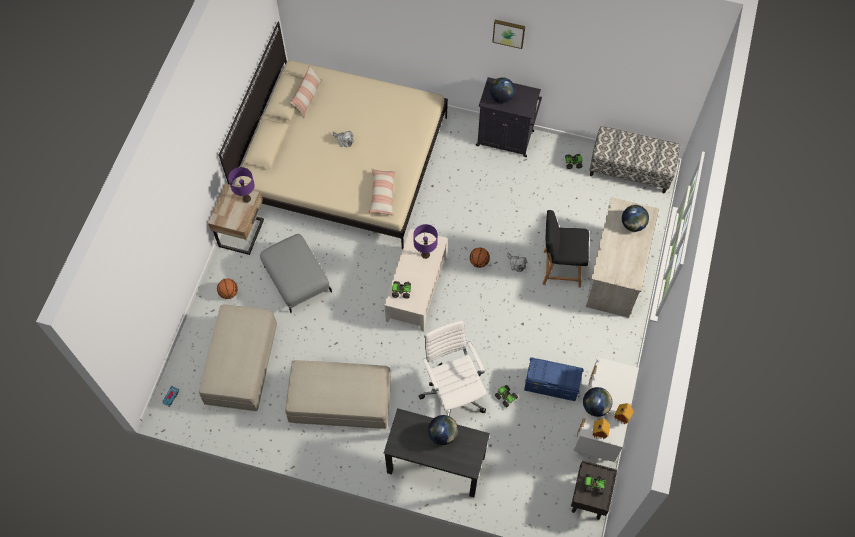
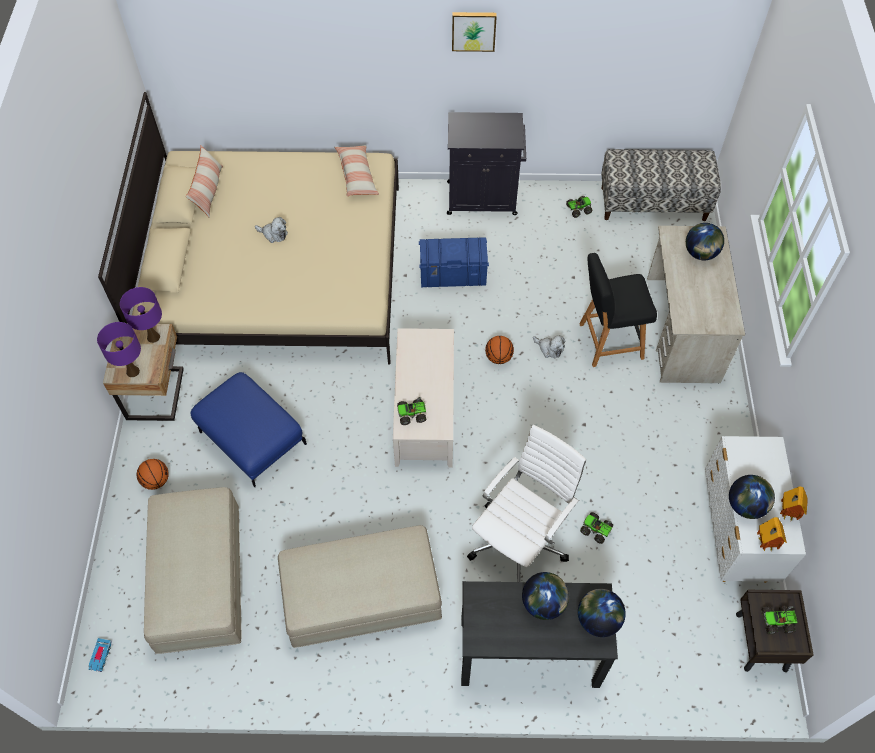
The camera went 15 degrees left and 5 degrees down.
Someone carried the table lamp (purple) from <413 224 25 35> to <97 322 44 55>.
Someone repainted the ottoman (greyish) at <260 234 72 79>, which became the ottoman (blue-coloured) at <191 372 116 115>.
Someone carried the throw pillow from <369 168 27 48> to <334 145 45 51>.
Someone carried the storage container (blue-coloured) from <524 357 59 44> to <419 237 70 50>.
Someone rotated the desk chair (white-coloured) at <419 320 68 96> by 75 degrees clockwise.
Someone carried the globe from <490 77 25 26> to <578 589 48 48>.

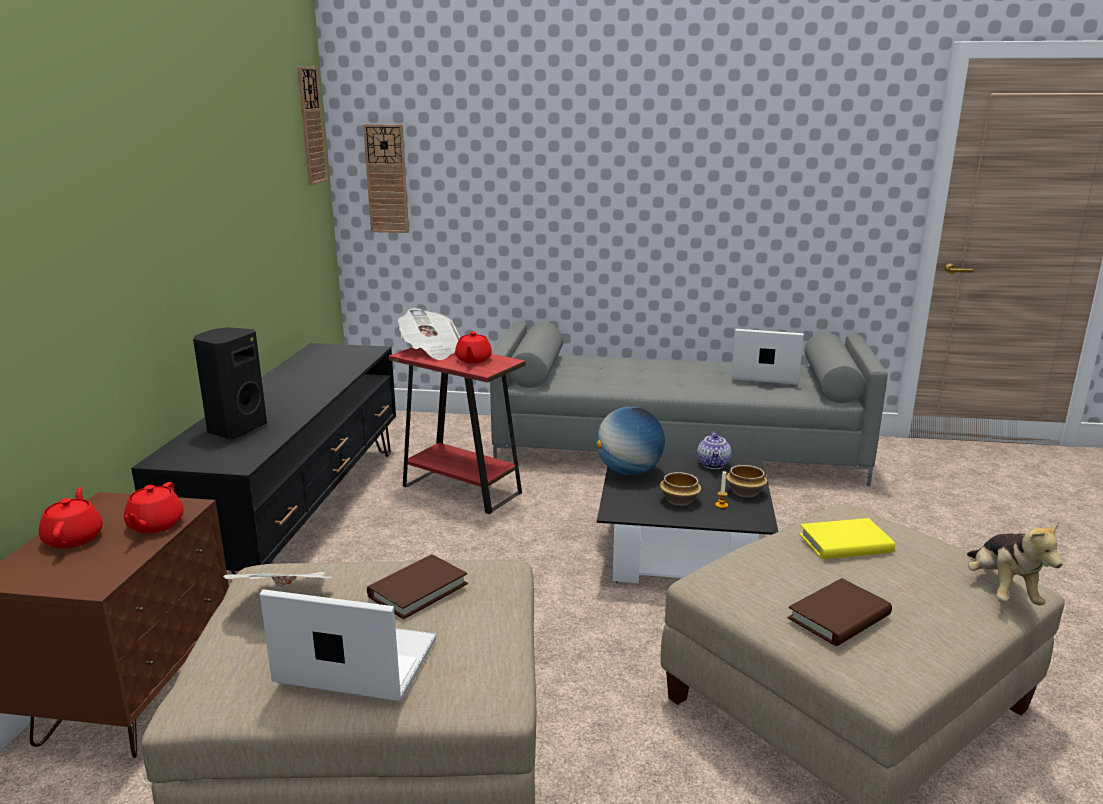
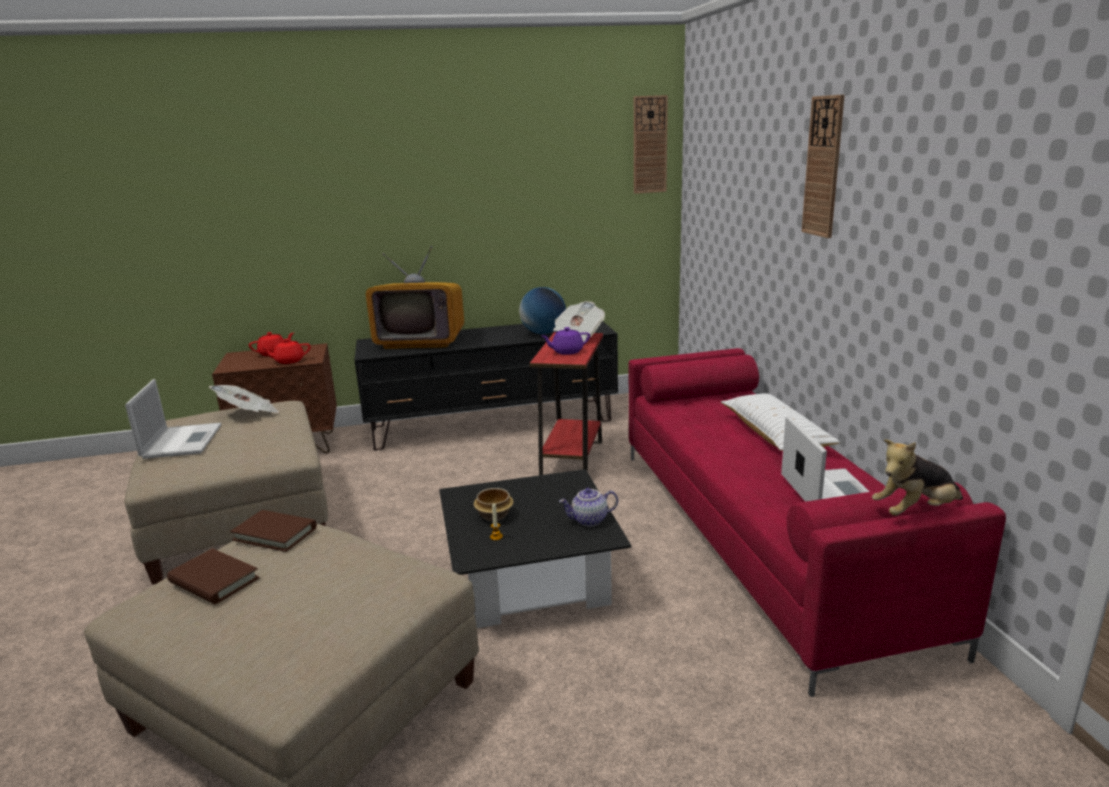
The camera went 70 degrees right and 0 degrees up.
Someone carried the bound book (brownish) from <367 554 101 65> to <230 510 87 42>.
Someone swapped the audio speaker (black) at <193 327 74 112> for the television at <366 246 98 103>.
Someone carried the globe from <596 406 69 69> to <519 287 47 47>.
Someone repainted the teapot (reddish) at <455 332 37 31>, which became the teapot (purple) at <542 327 48 28>.
Someone repainted the couch (greyish) at <490 321 398 166>, which became the couch (reddish) at <629 348 377 349>.
Someone put down the throw pillow (white-coloured) at <721 393 119 58>.
Someone carried the clock on the wall from <363 124 46 109> to <802 95 43 143>.
Someone carried the cuddly toy from <967 522 96 84> to <872 439 91 77>.
Someone took away the bowl at <726 465 41 32>.
Someone took away the bound book (yellowish) at <799 518 96 41>.

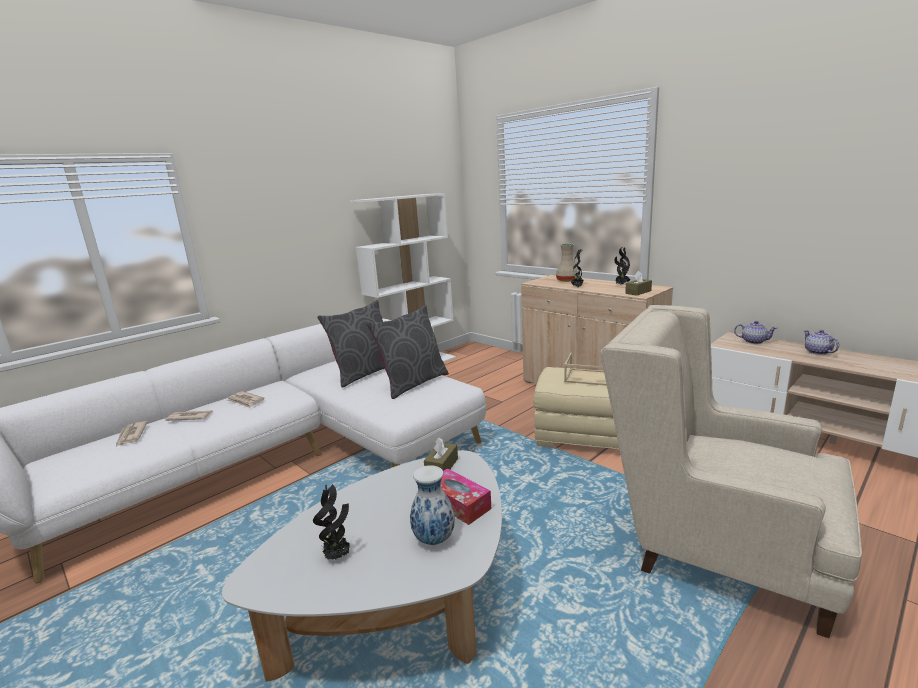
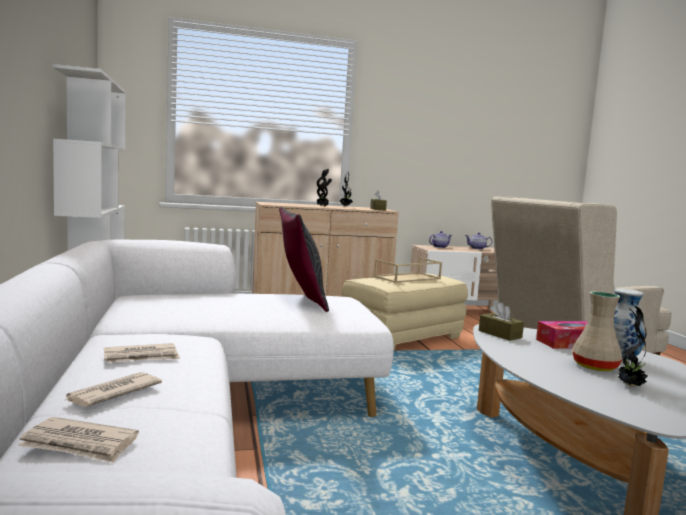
The camera went 60 degrees left and 10 degrees down.
Someone carried the flower vase (sand-coloured) from <556 244 22 38> to <572 291 50 80>.
Someone took away the throw pillow (greyish) at <317 300 68 88>.

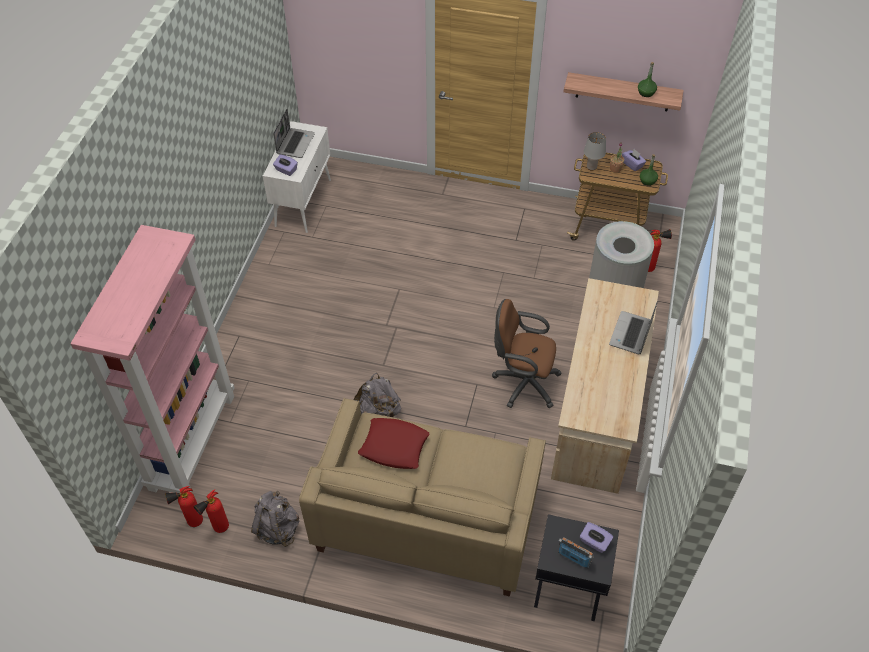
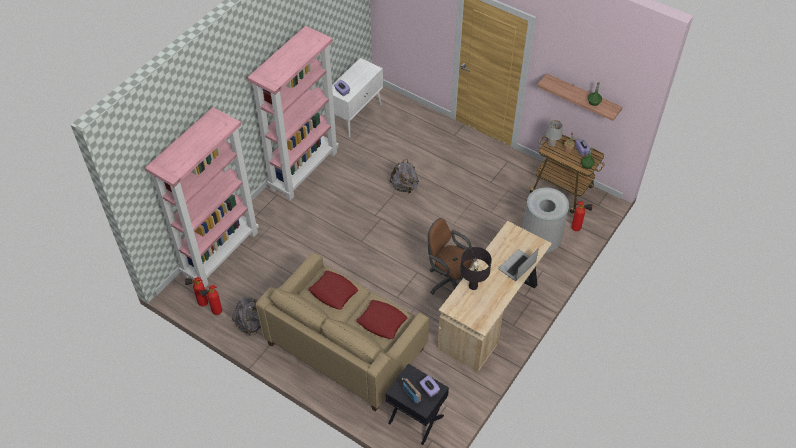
The camera went 20 degrees right and 0 degrees up.
Someone put down the shelving unit (pink-coloured) at <247 26 91 175>.
Someone put down the throw pillow (reddish) at <356 300 51 39>.
Someone carried the backpack (greyish) from <354 373 47 44> to <389 159 30 34>.
Someone put down the table lamp (black) at <460 247 32 43>.
Someone took away the notebook computer at <273 109 42 49>.

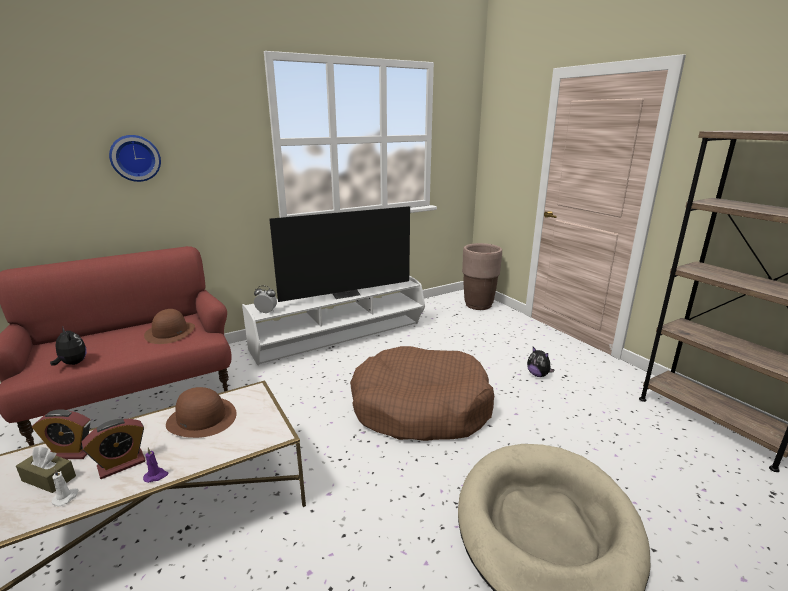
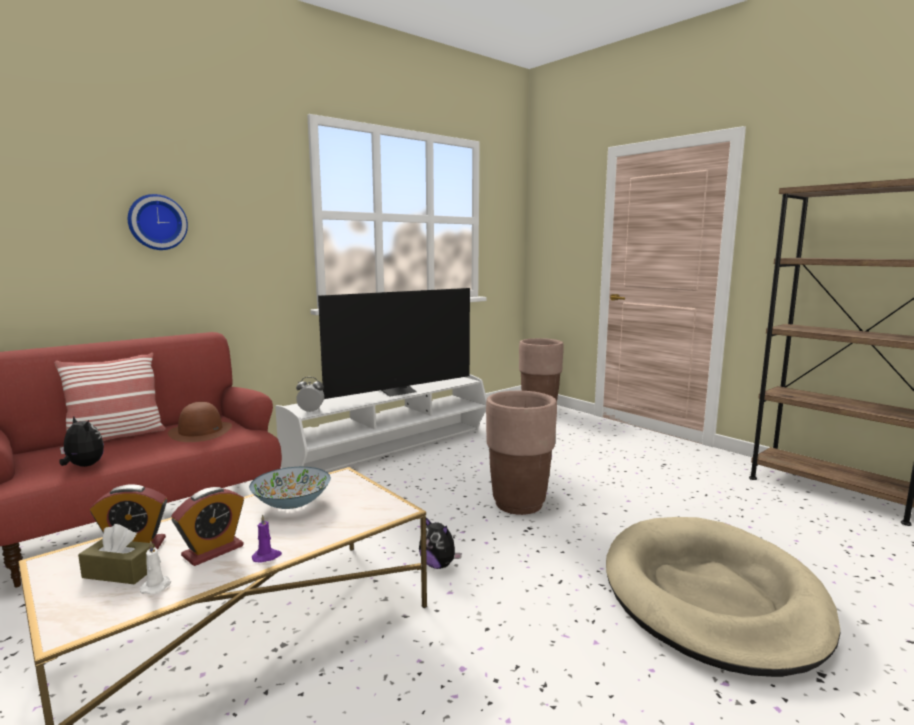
The camera went 10 degrees left and 10 degrees down.
Someone put down the throw pillow at <55 353 111 88>.
Someone swapped the wearable hat (brownish) at <166 387 70 51> for the bowl at <249 467 82 42>.
Someone carried the cuddly toy from <527 347 28 30> to <419 518 43 51>.
Someone swapped the dog cushion (brownish) at <350 346 144 95> for the flower pot (brownish) at <486 391 71 124>.

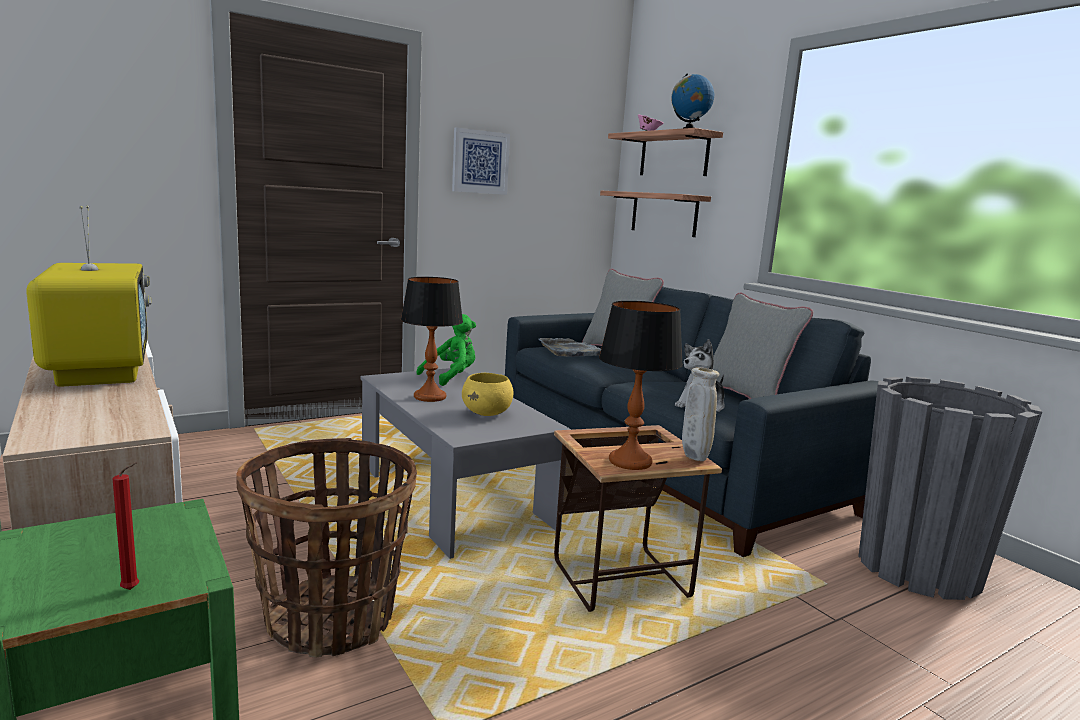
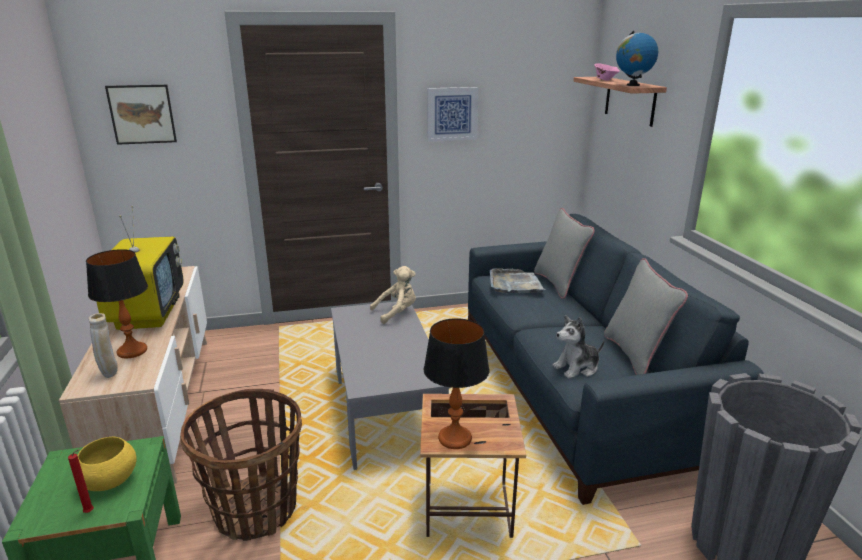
The camera went 20 degrees right and 10 degrees up.
Someone carried the bowl (yellowish) from <462 373 52 43> to <77 436 60 55>.
Someone carried the table lamp from <401 277 62 125> to <86 249 62 109>.
Someone carried the flower vase (sand-coloured) from <682 367 37 94> to <89 313 29 65>.
Someone put up the picture at <105 85 72 60>.
Someone repainted the cuddly toy (green) at <416 314 60 72>, which became the cuddly toy (sand-coloured) at <370 266 46 58>.
Someone took away the wall shelf at <600 191 111 46>.

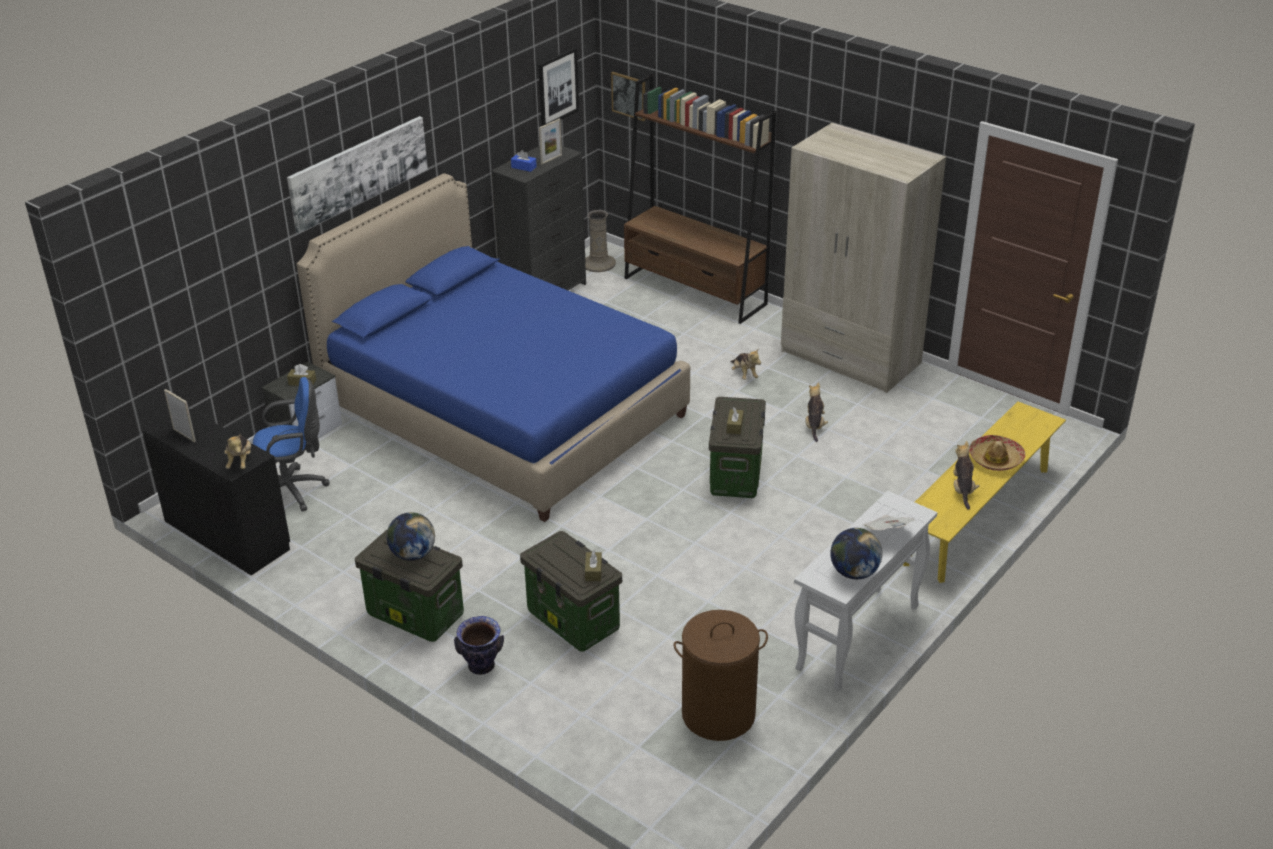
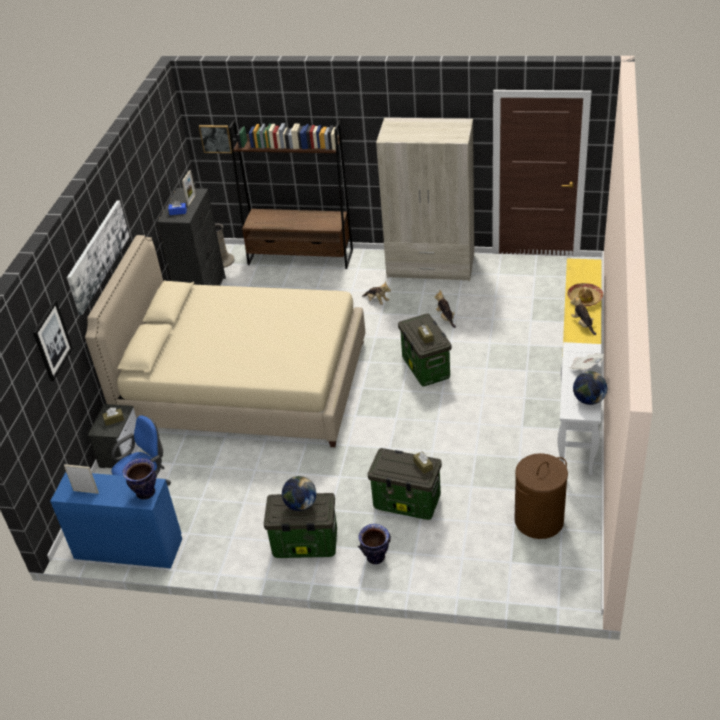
The camera went 25 degrees left and 5 degrees up.
Someone carried the picture from <538 47 41 79> to <33 300 40 81>.
Someone repainted the desk unit (black) at <142 409 148 166>, which became the desk unit (blue-coloured) at <50 472 132 96>.
Someone repainted the bedroom bed (blue-coloured) at <297 173 393 349>, which became the bedroom bed (sand-coloured) at <85 235 280 212>.
Someone swapped the cuddly toy at <224 434 27 35> for the flower vase at <123 458 33 42>.

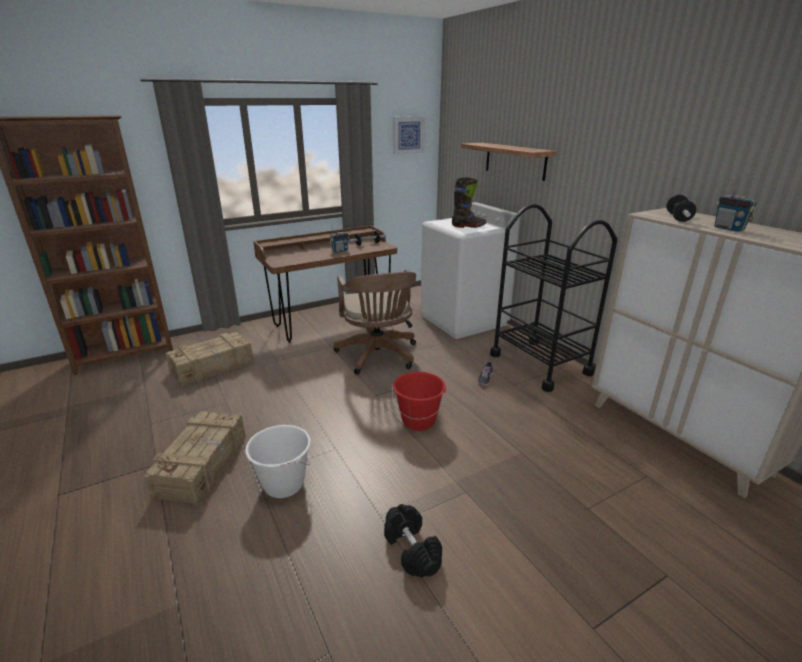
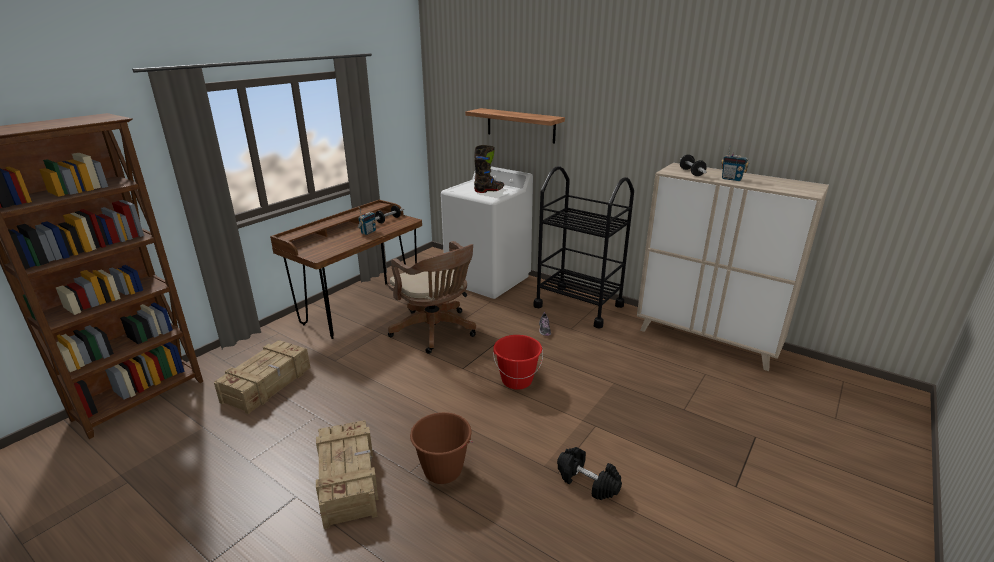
The camera went 25 degrees left and 0 degrees up.
Someone repainted the pail (white-coloured) at <245 425 66 73>, which became the pail (brownish) at <410 412 63 72>.
Someone took away the picture at <393 116 32 39>.

